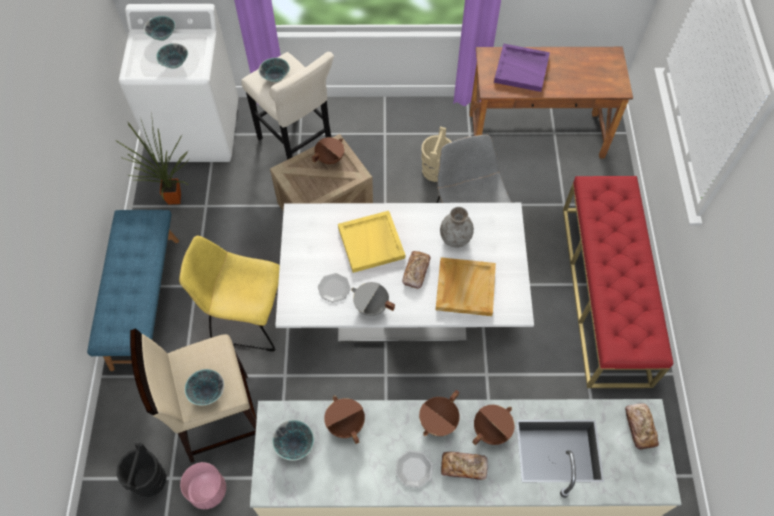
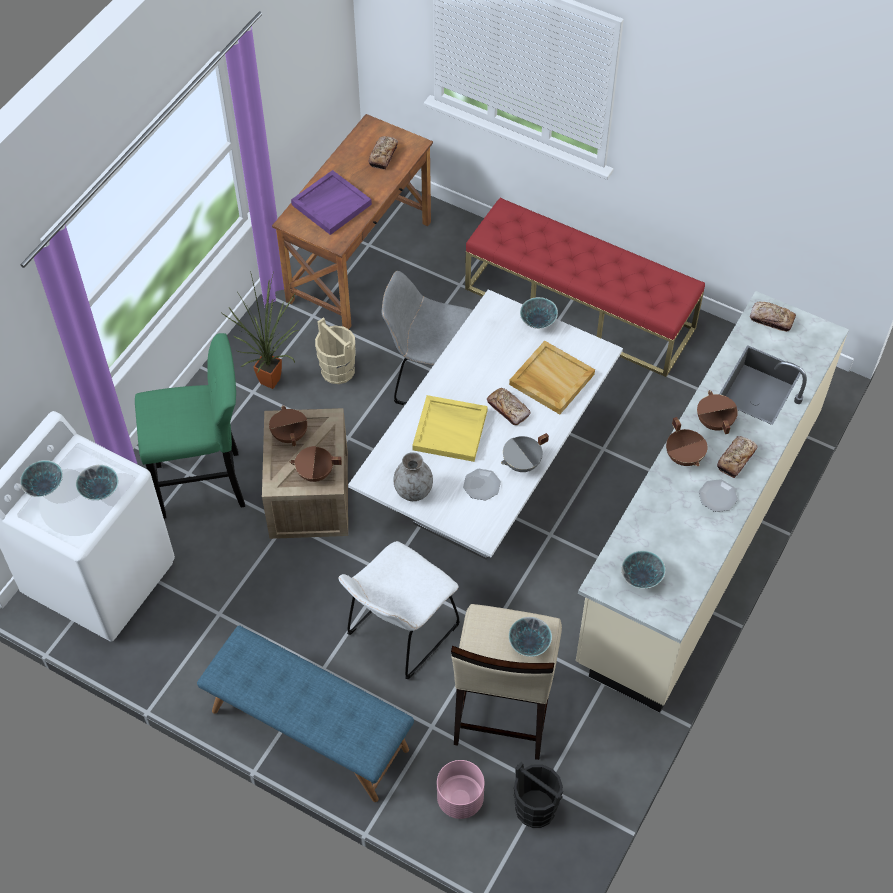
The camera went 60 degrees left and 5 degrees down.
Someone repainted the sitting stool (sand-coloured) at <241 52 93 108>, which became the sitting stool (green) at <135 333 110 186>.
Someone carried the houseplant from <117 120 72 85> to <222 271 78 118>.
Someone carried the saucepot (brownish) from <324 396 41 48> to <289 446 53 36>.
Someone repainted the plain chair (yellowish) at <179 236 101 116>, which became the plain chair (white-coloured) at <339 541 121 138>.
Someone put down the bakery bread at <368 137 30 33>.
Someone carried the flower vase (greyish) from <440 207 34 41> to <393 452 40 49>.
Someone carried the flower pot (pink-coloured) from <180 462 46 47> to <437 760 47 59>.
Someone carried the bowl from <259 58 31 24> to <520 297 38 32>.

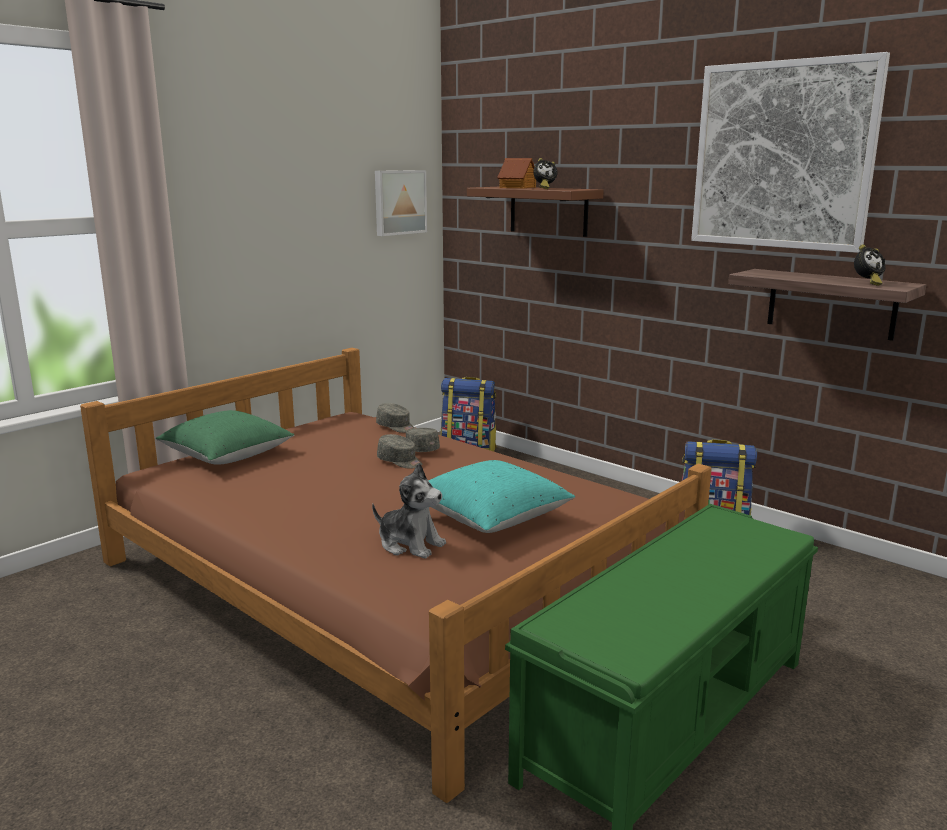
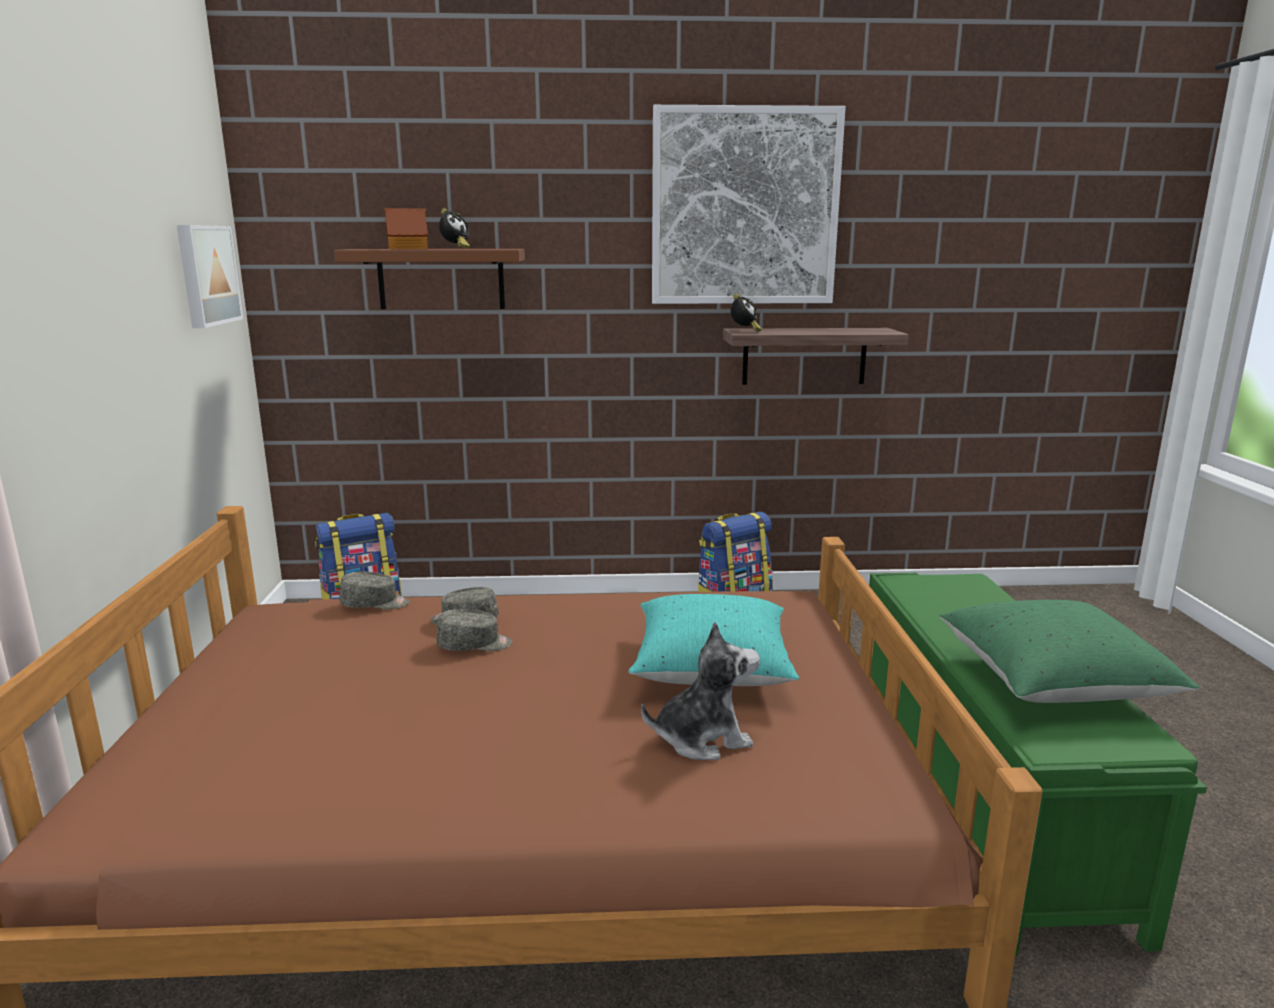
The camera went 45 degrees left and 0 degrees up.
Someone carried the alarm clock from <854 244 32 42> to <731 294 31 38>.
Someone carried the throw pillow (green) from <156 410 139 55> to <939 600 260 103>.

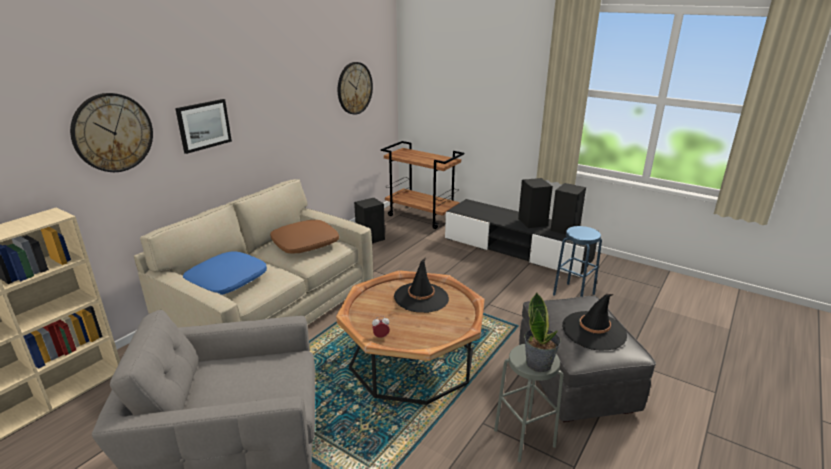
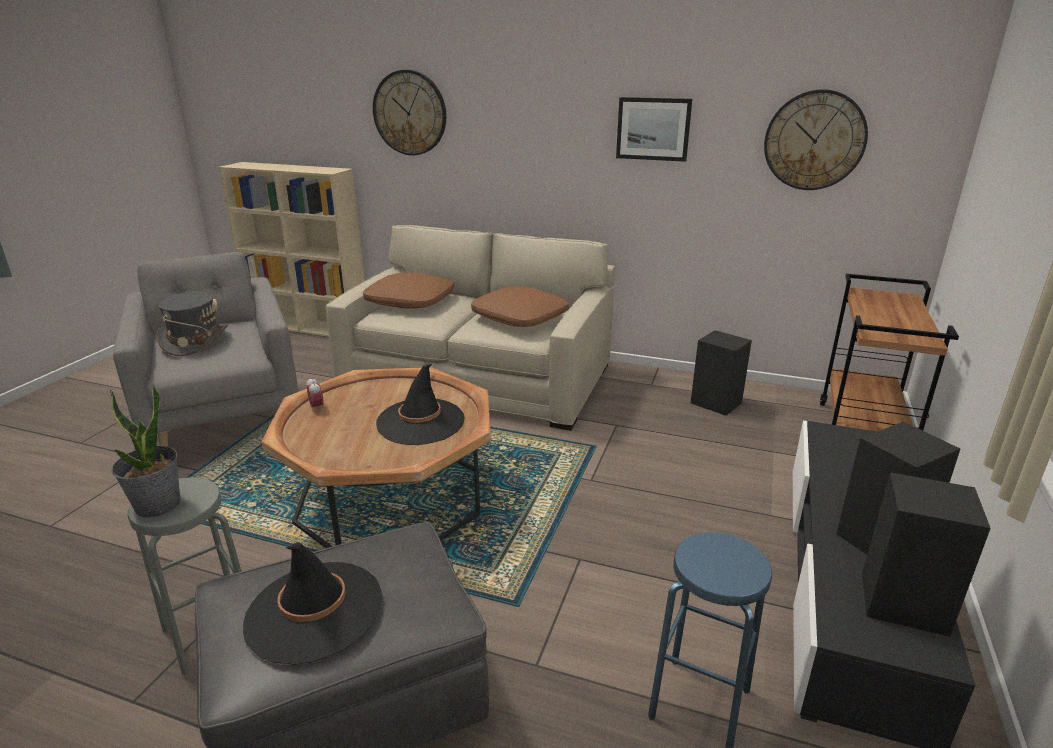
The camera went 75 degrees right and 0 degrees up.
Someone put down the wearable hat (greyish) at <156 292 72 64>.
Someone repainted the throw pillow (blue-coloured) at <183 251 84 44>, which became the throw pillow (brownish) at <363 272 91 37>.
Someone carried the picture from <175 99 57 55> to <616 97 76 65>.

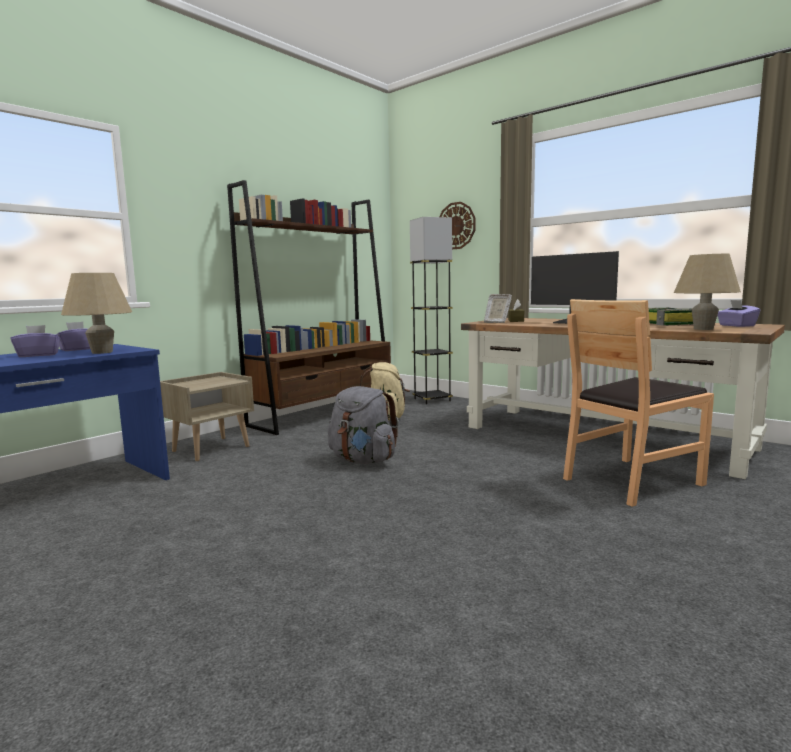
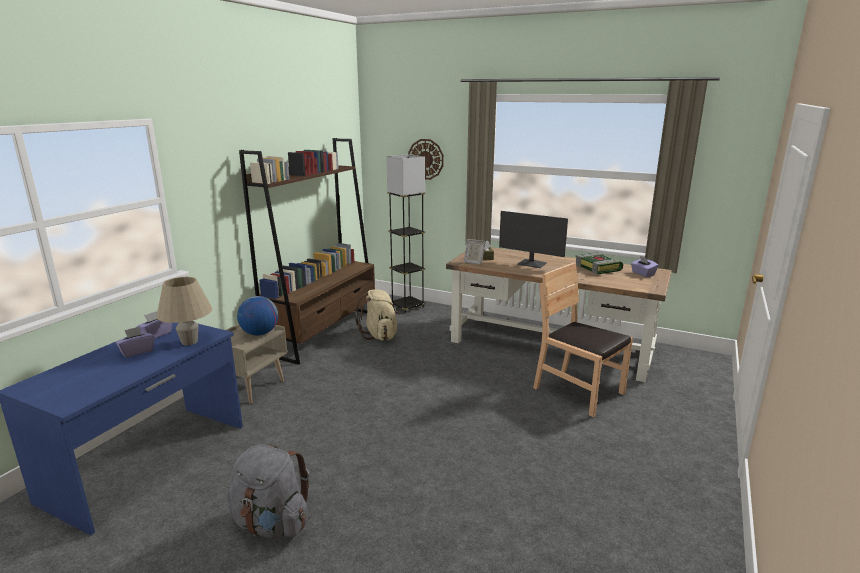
The camera went 15 degrees left and 10 degrees up.
Someone carried the backpack (greyish) from <328 386 71 78> to <227 444 82 95>.
Someone put down the globe at <237 296 41 40>.
Someone rotated the plain chair (brownish) at <563 299 151 208> by 90 degrees clockwise.
Someone took away the table lamp (sand-coloured) at <674 254 67 76>.

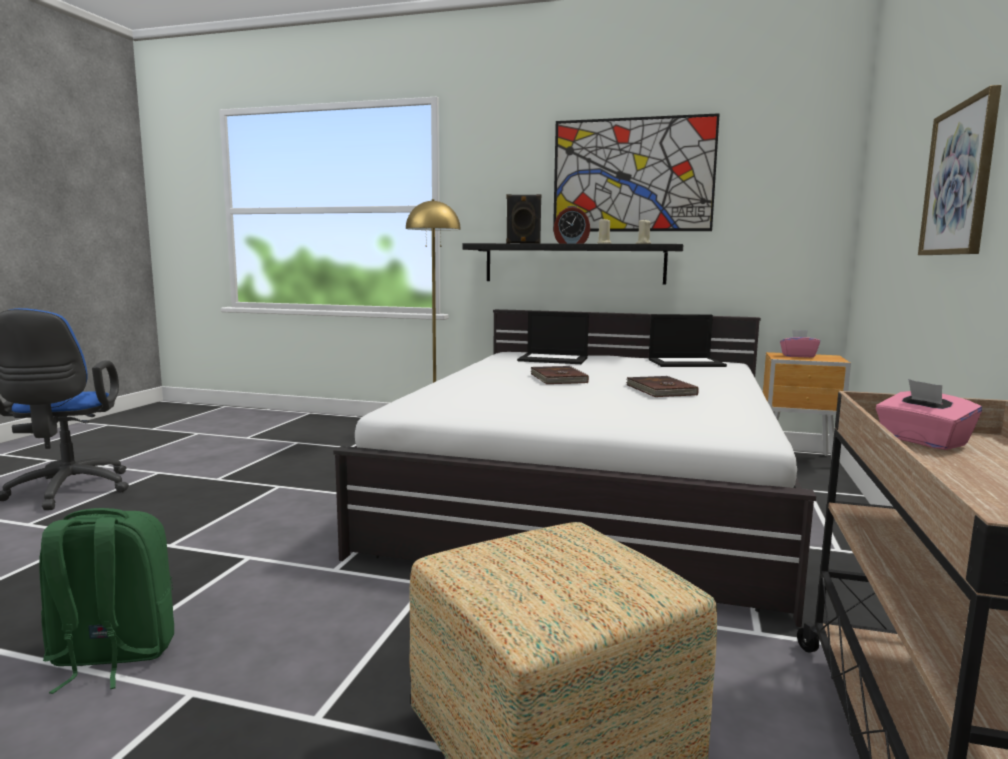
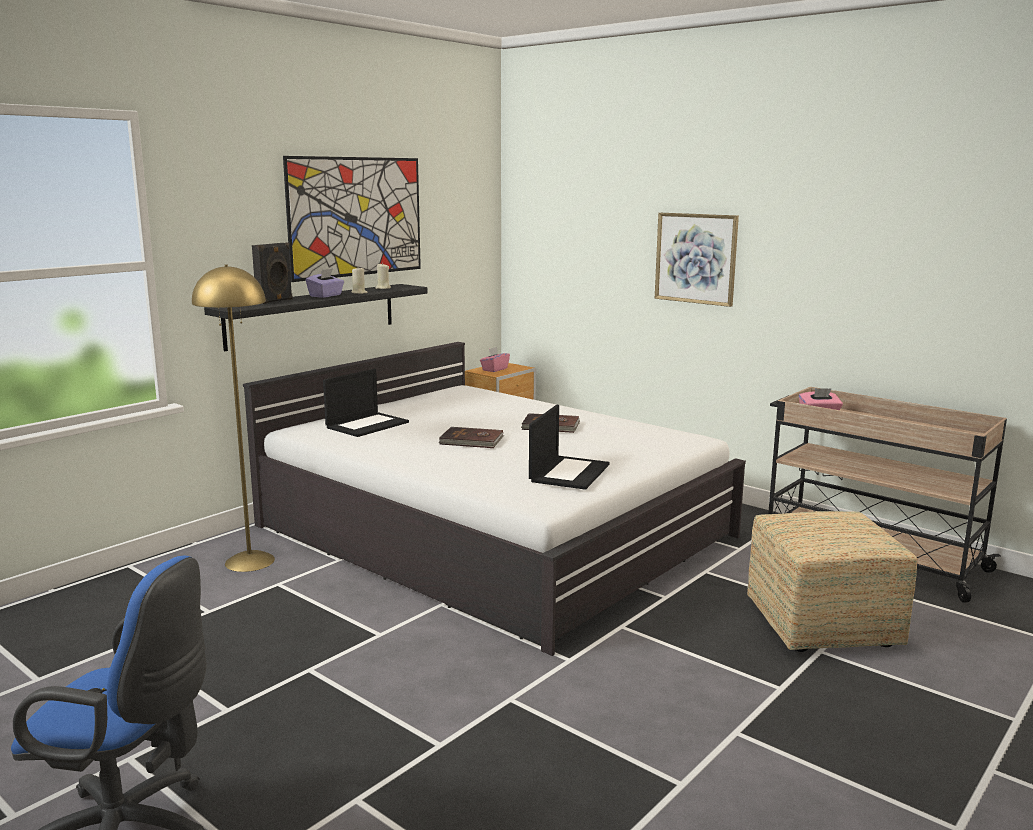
The camera went 65 degrees left and 5 degrees up.
Someone swapped the alarm clock at <554 206 36 38> for the tissue box (purple) at <306 269 38 29>.
Someone carried the notebook computer from <649 314 78 53> to <529 405 81 85>.
Someone took away the backpack (green) at <39 508 135 186>.

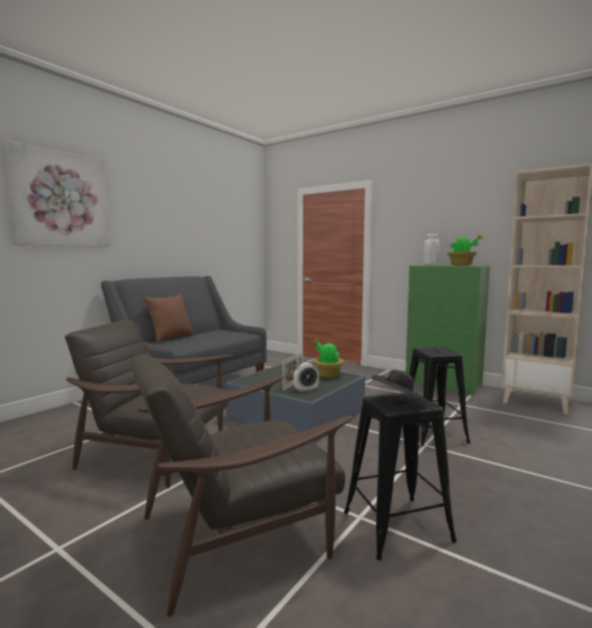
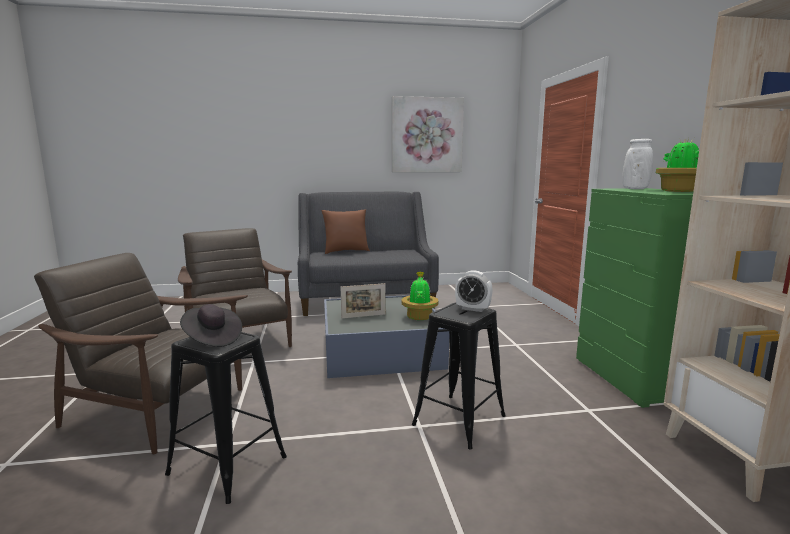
The camera went 45 degrees right and 5 degrees up.
Someone carried the picture from <4 140 106 107> to <392 96 72 76>.
Someone carried the alarm clock from <294 363 25 29> to <455 270 38 42>.

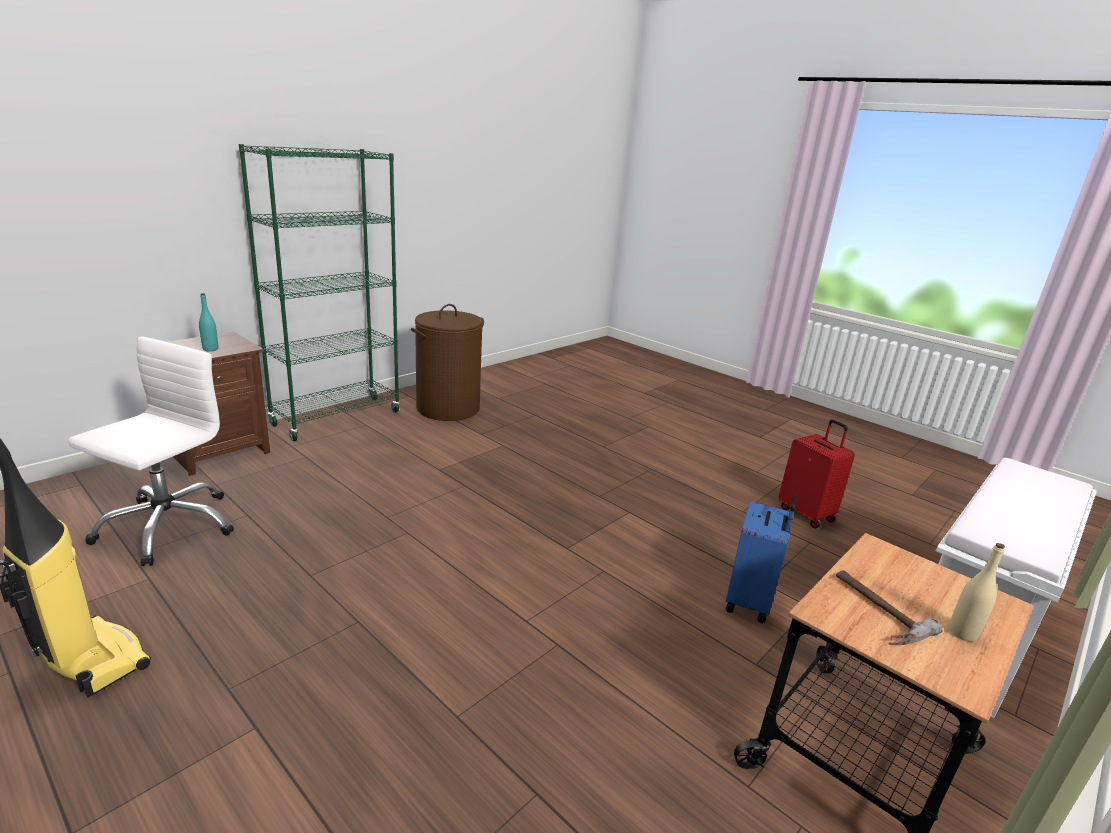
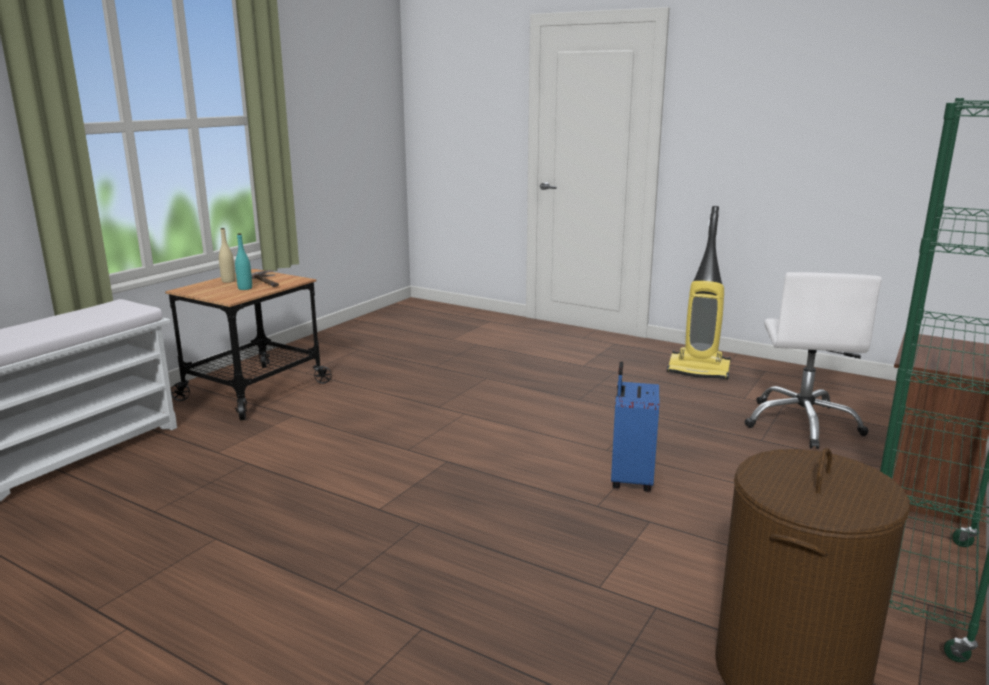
The camera went 170 degrees right and 5 degrees down.
Someone carried the beverage bottle (blue-green) from <199 293 19 59> to <235 233 17 57>.
Someone carried the travel case (blue-coloured) from <726 495 71 128> to <611 362 48 129>.
Someone took away the travel case (reddish) at <779 419 76 109>.

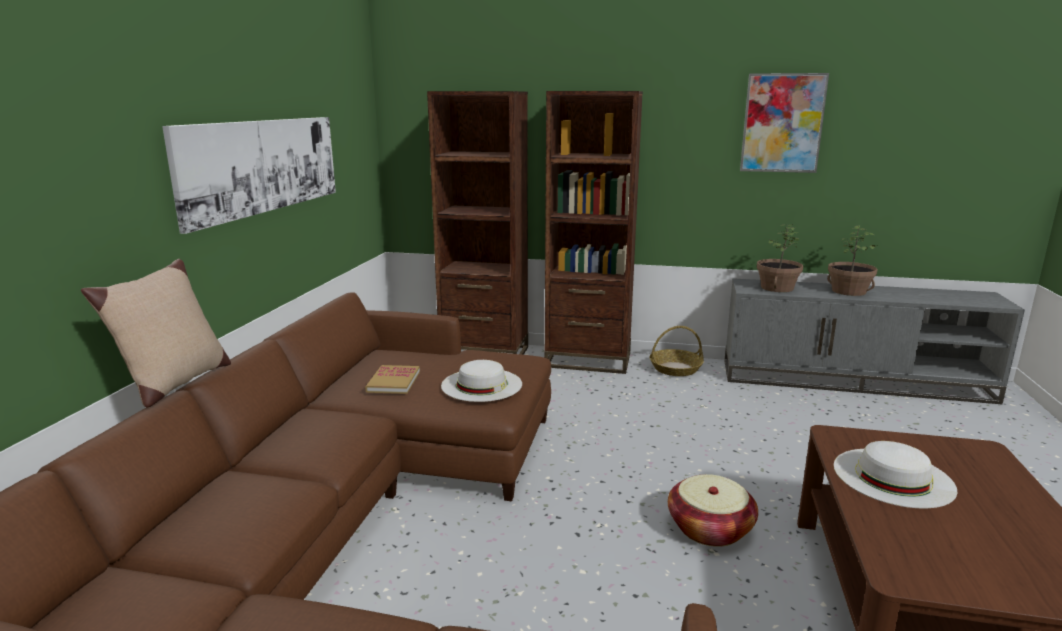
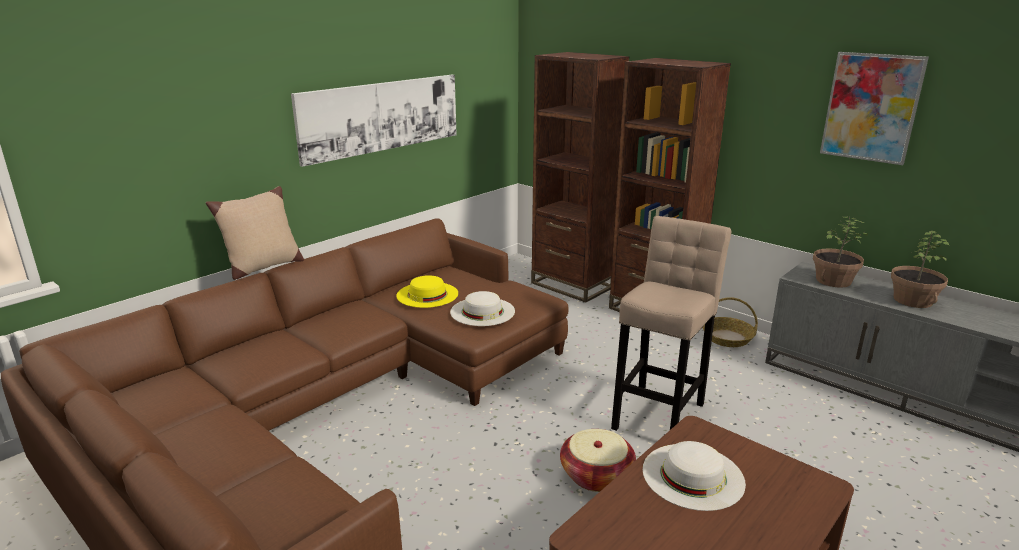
The camera went 30 degrees right and 5 degrees up.
Someone swapped the bound book at <365 365 55 29> for the wearable hat (yellowish) at <396 275 62 33>.
Someone put down the sitting stool (sand-coloured) at <611 216 120 215>.

